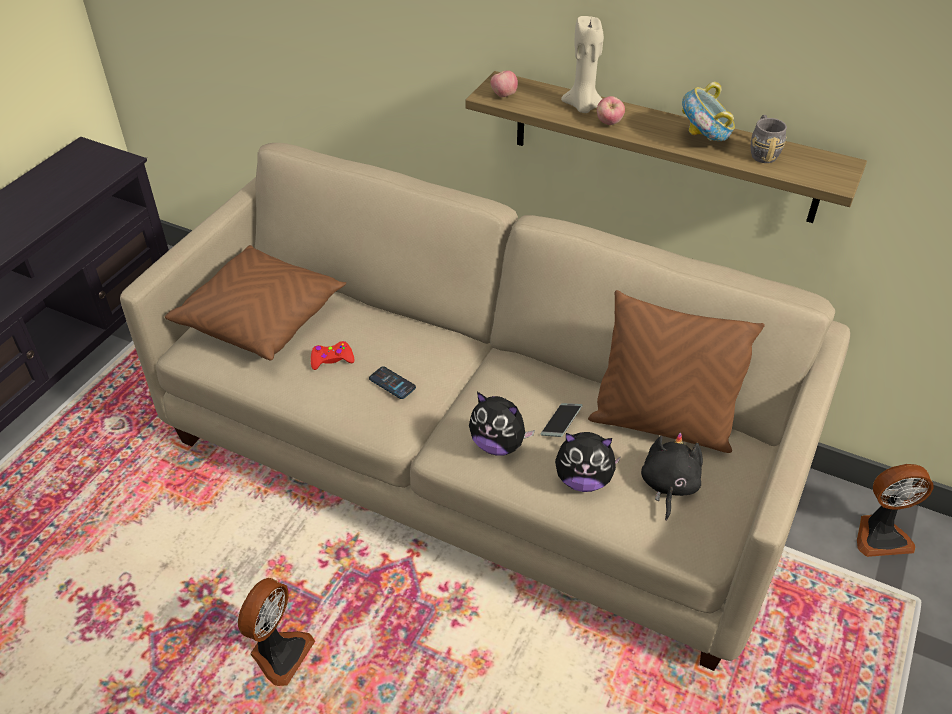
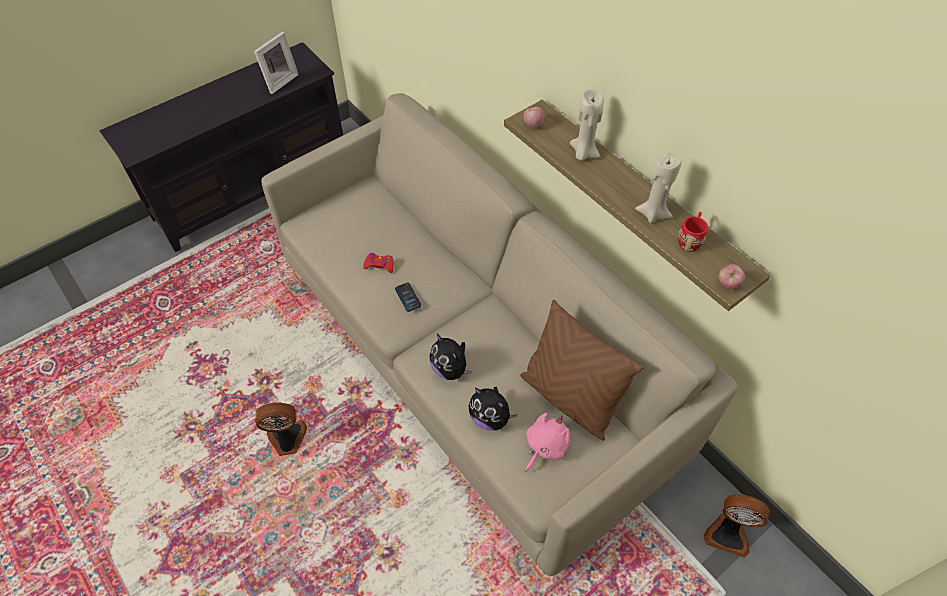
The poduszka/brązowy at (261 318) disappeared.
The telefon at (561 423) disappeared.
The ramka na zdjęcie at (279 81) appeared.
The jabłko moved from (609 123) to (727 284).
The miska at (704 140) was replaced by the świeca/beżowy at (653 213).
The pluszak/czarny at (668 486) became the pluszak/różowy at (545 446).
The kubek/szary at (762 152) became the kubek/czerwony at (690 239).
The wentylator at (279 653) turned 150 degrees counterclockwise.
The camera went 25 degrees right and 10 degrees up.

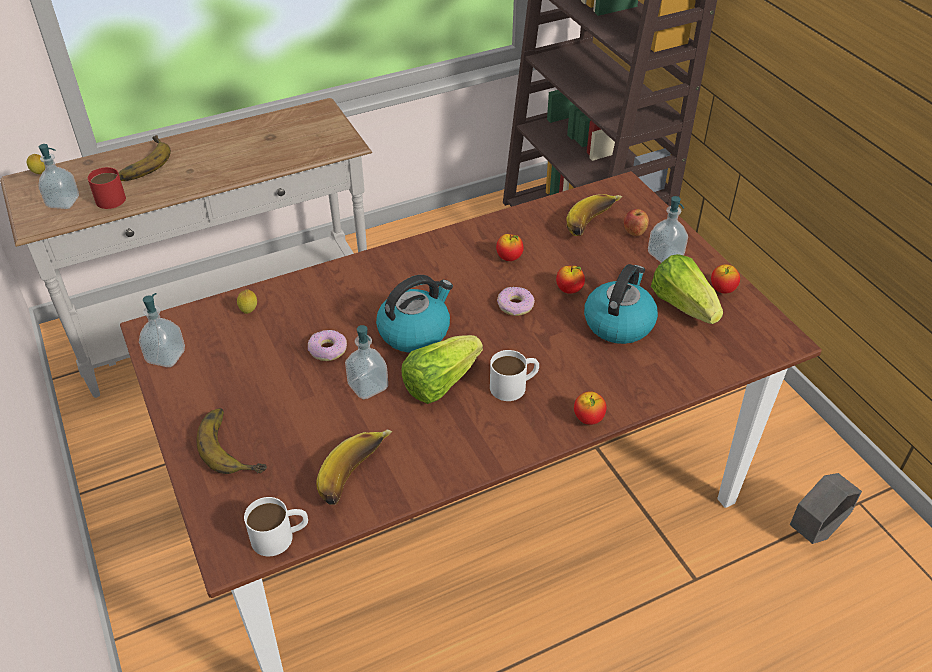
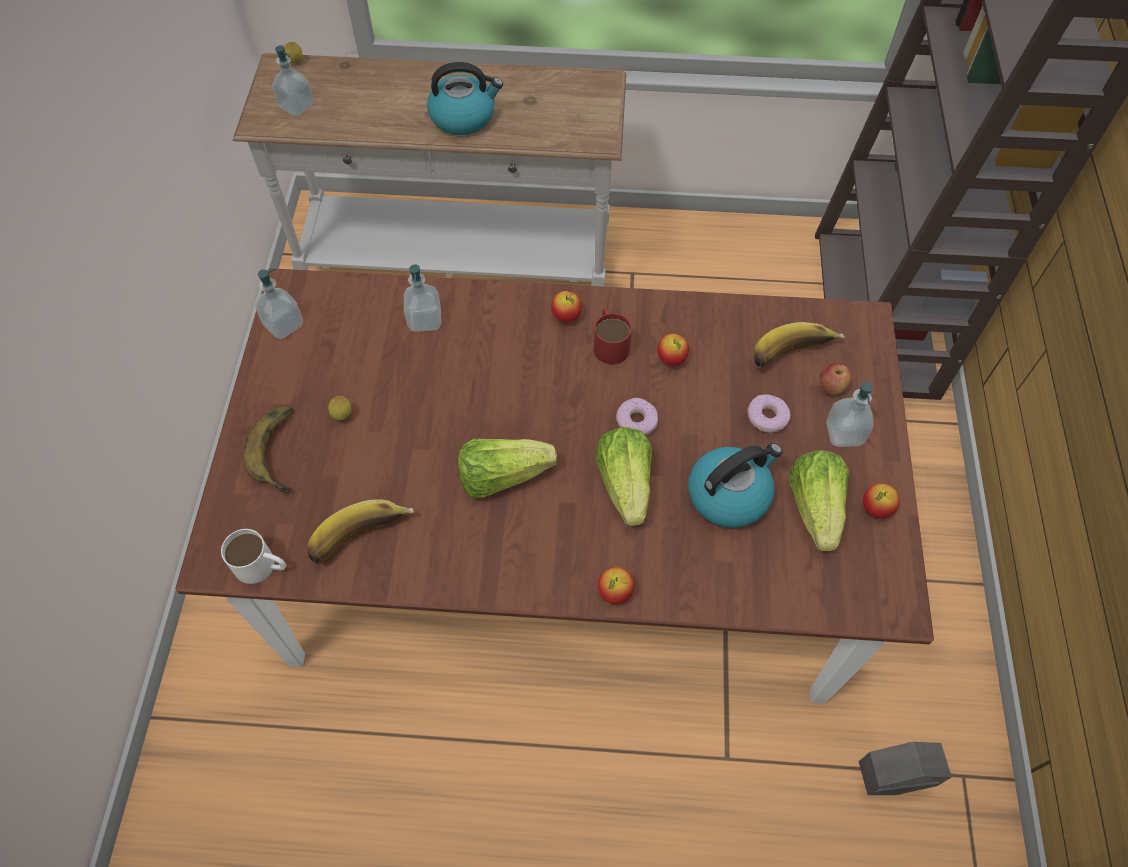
The banan at (141 163) disappeared.
The kubek/biały at (514 385) disappeared.
The sałata at (625 484) appeared.
The kubek/czerwony moved from (107 197) to (609 343).
The cytryna moved from (249 311) to (343 416).
The donut moved from (328 350) to (767 417).
The dozownik mydła moved from (368 386) to (424 320).
The czajnik moved from (415 331) to (464 116).
The jabłko moved from (569 290) to (566 316).
The camera went 30 degrees right and 15 degrees up.

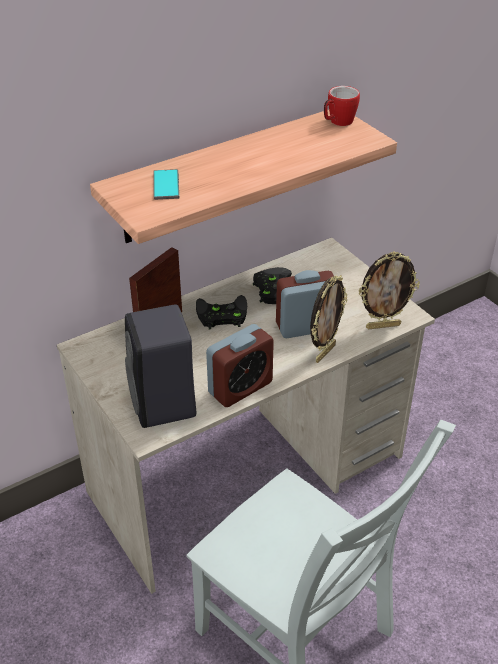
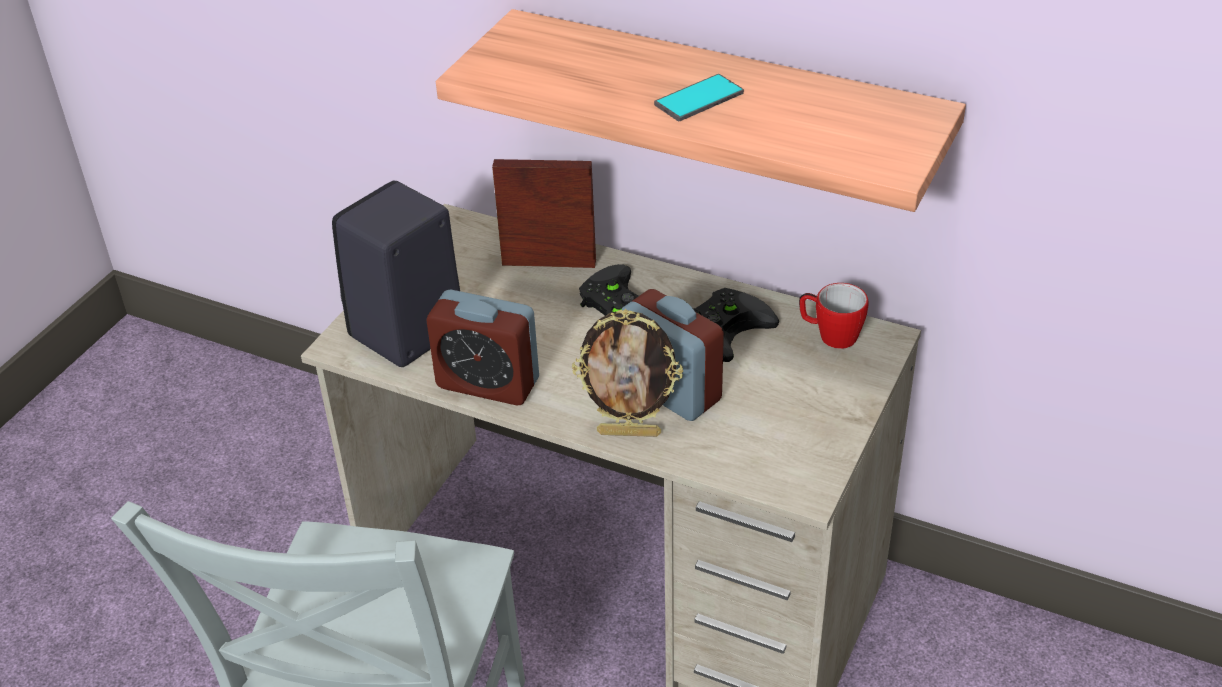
The ramka na zdjęcie at (383 326) disappeared.
The telefon moved from (166 185) to (699 99).
The kubek moved from (338 122) to (830 335).
The camera went 60 degrees right and 0 degrees up.

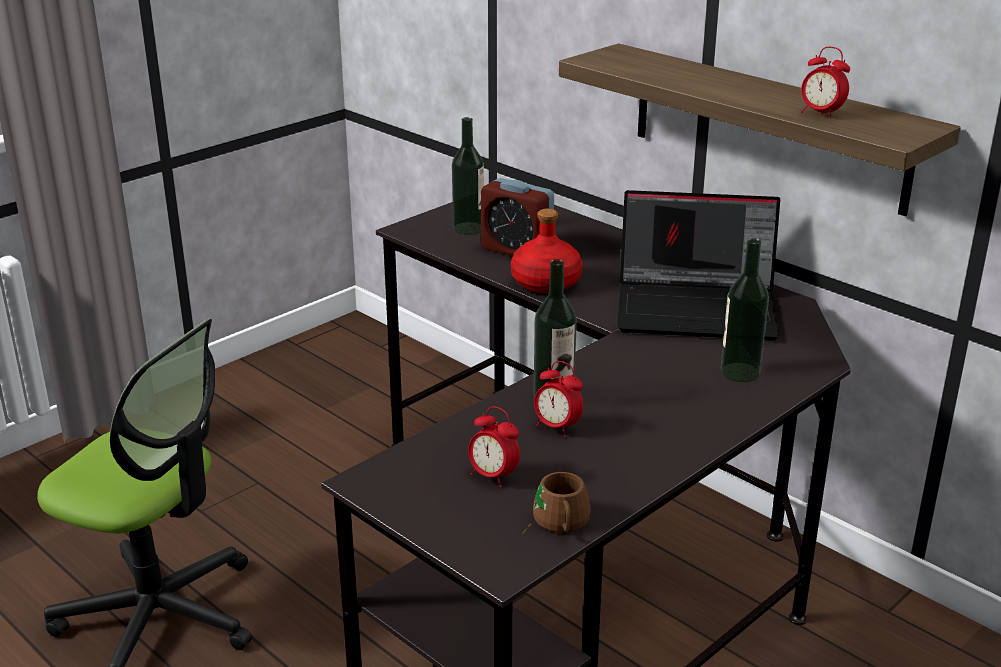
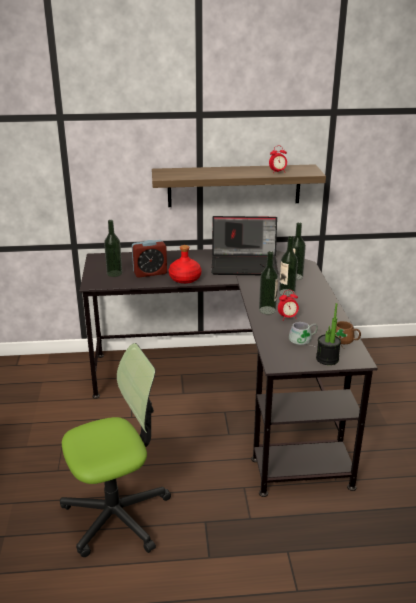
The butelka at (287 292) appeared.
The roślina doniczkowa at (327 359) appeared.
The budzik at (493 476) was replaced by the kubek/szary at (304 340).
The laptop at (698 308) turned 45 degrees clockwise.
The camera went 50 degrees left and 0 degrees up.

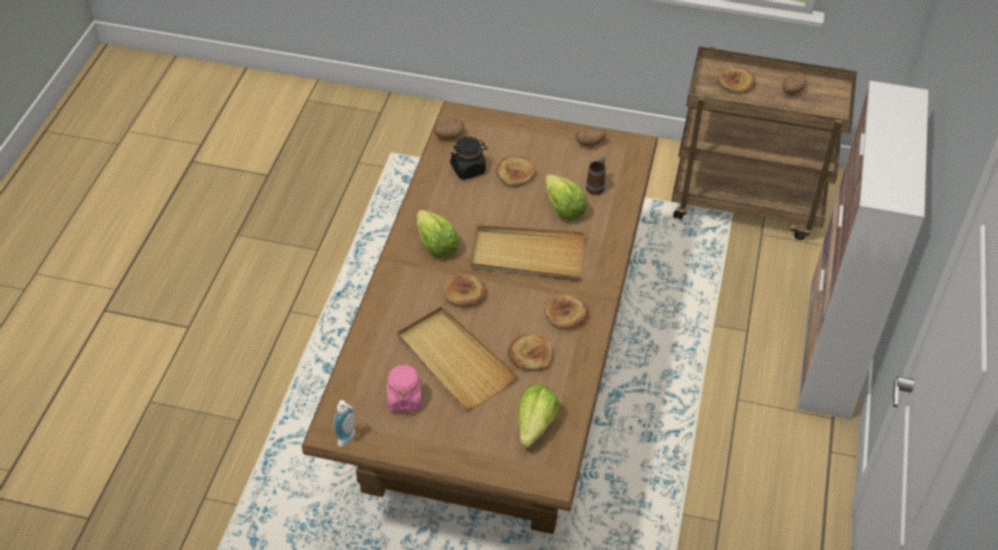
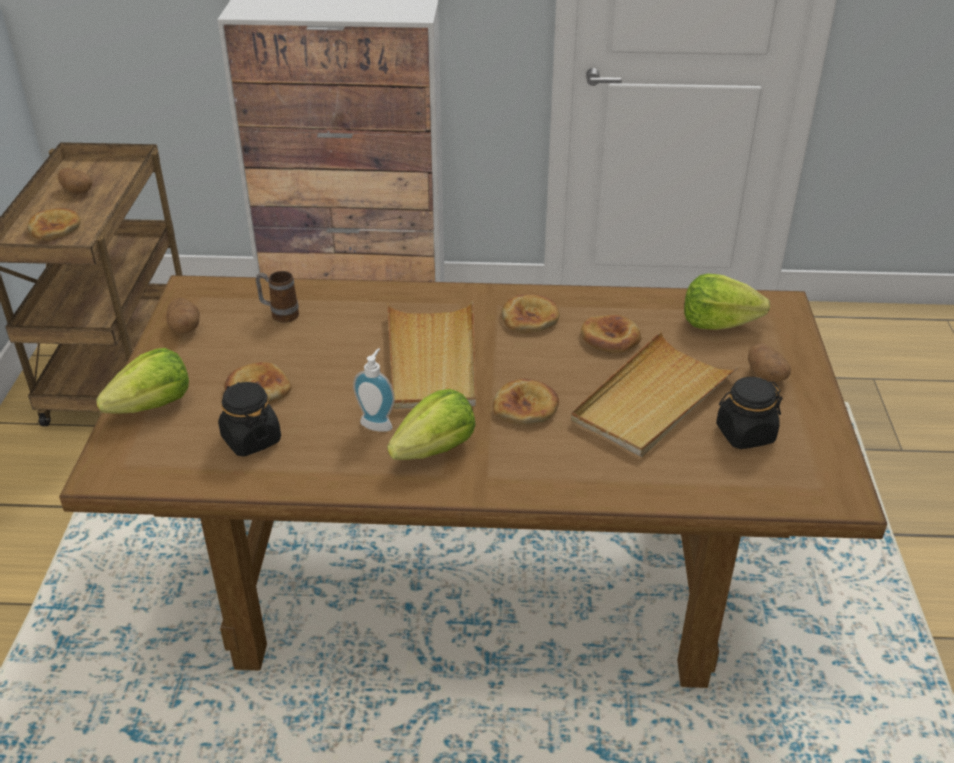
The dozownik mydła moved from (348 439) to (378 423).
The ziemniak moved from (449 136) to (766 376).
The sałata moved from (563 209) to (153 405).
The słoik/różowy at (404 400) became the słoik/czarny at (745 434).
The camera went 100 degrees left and 10 degrees down.

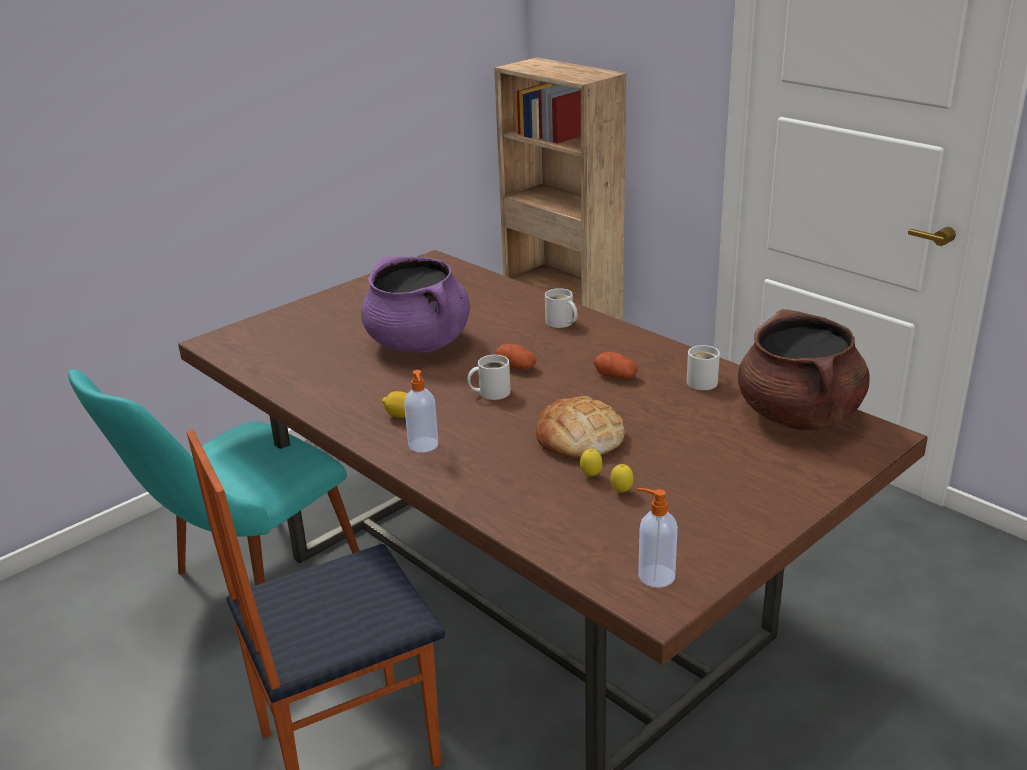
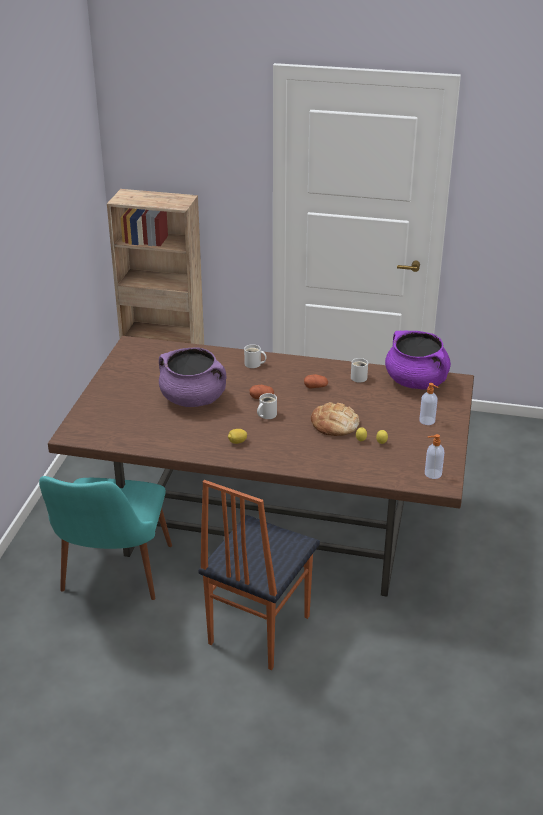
The dozownik mydła moved from (423 445) to (427 421).
The garnek/brązowy at (799 416) became the garnek/fioletowy at (416 382).
The camera went 35 degrees left and 5 degrees up.

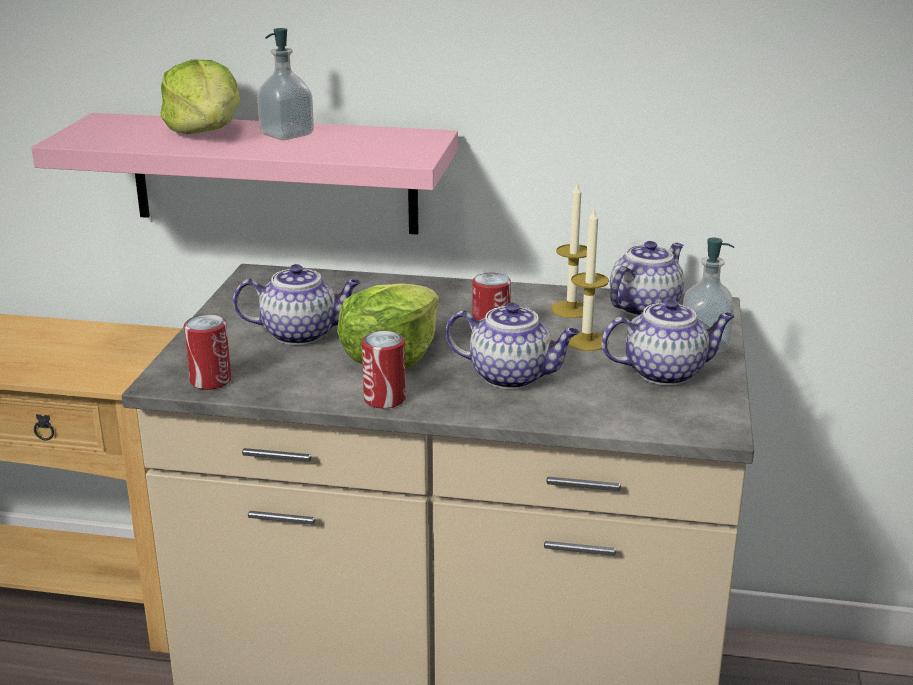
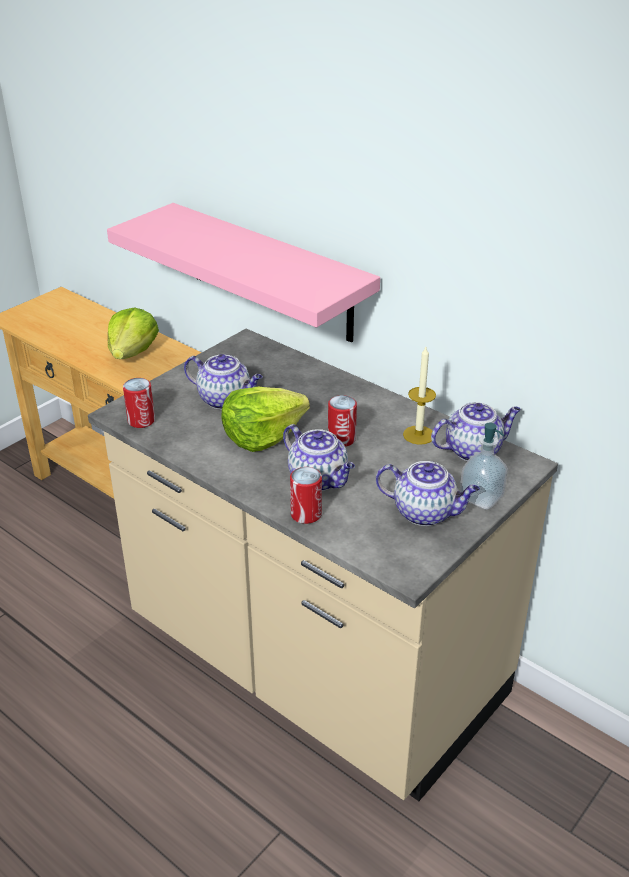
The dozownik mydła at (287 135) disappeared.
The świeca at (586 341) disappeared.
The sałata moved from (206 132) to (133 352).
The puszka moved from (384 399) to (306 514).
The camera went 30 degrees right and 10 degrees up.

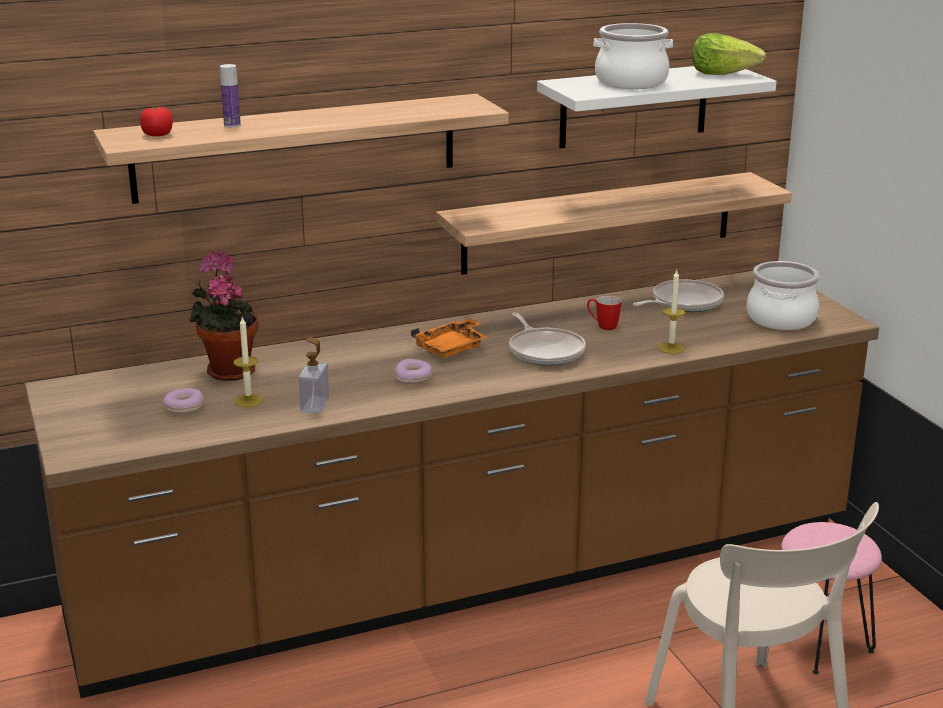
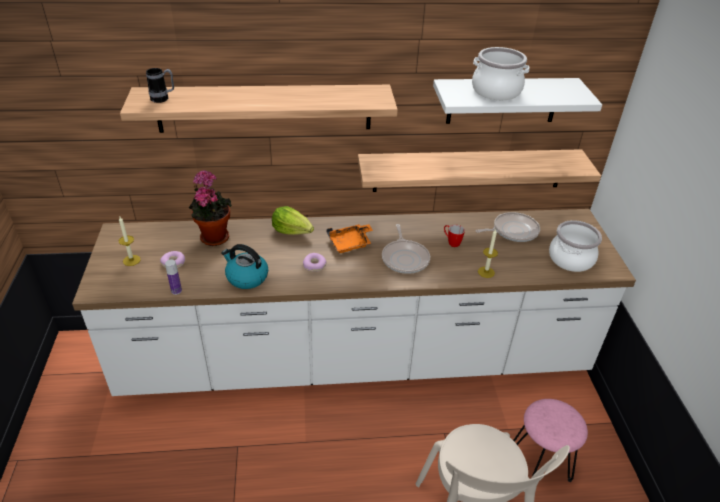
The butelka moved from (232 125) to (176 291).
The świeca moved from (248 400) to (131 260).
The sałata moved from (723 74) to (292 231).
The pomidor at (158 135) was replaced by the kubek at (163 99).
The dozownik mydła at (315 405) was replaced by the czajnik at (246 277).
The zabudowa kuchenna/brązowy at (471 574) became the zabudowa kuchenna/biały at (355 358).
The camera went 15 degrees right and 15 degrees up.

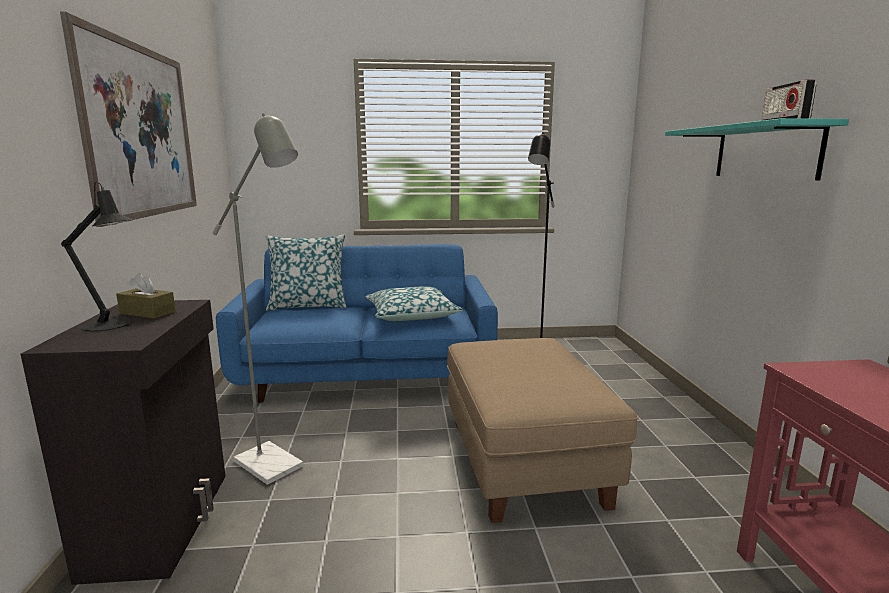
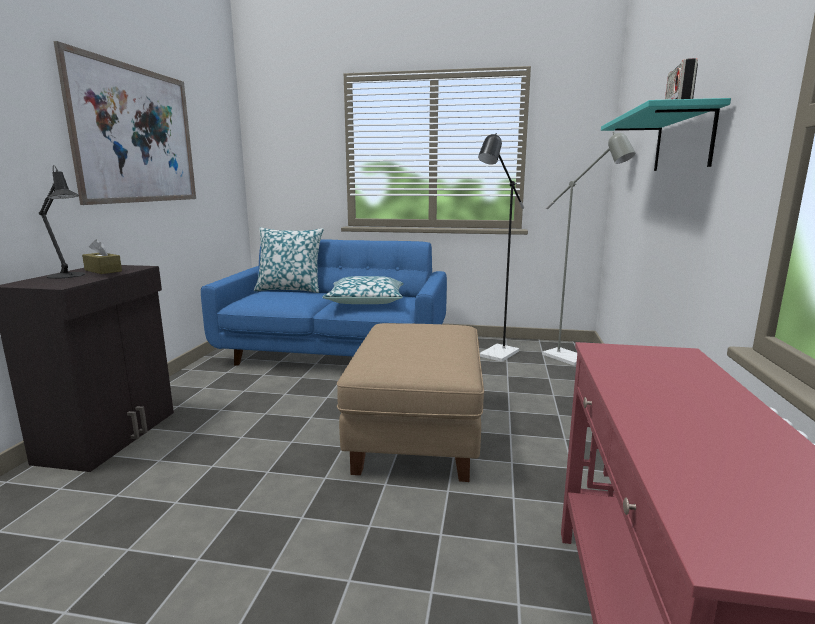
The lampa stojąca/szary moved from (276 468) to (573 359).
The camera went 15 degrees right and 0 degrees up.

